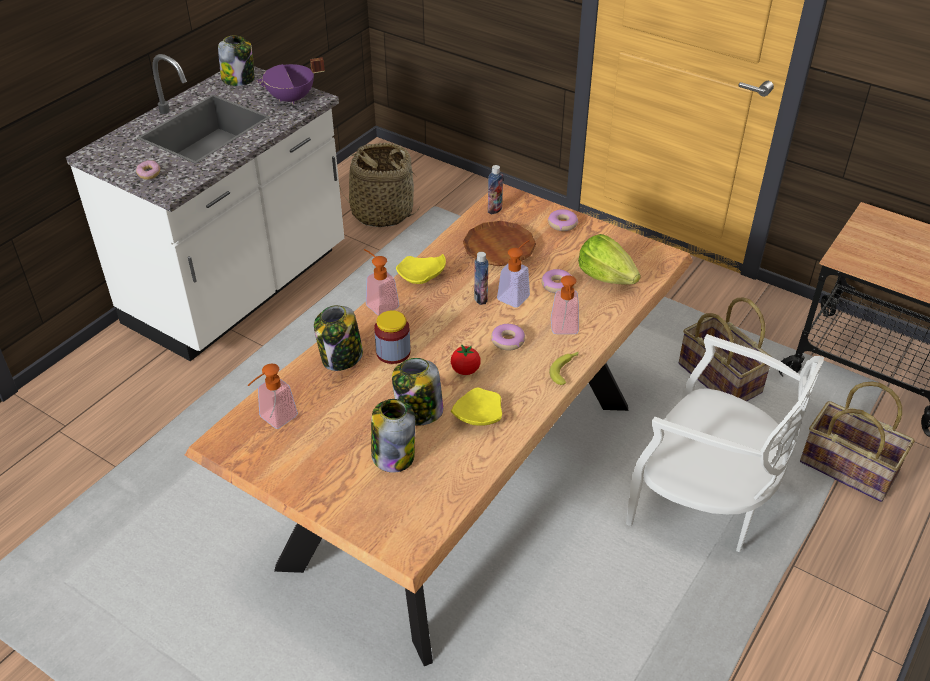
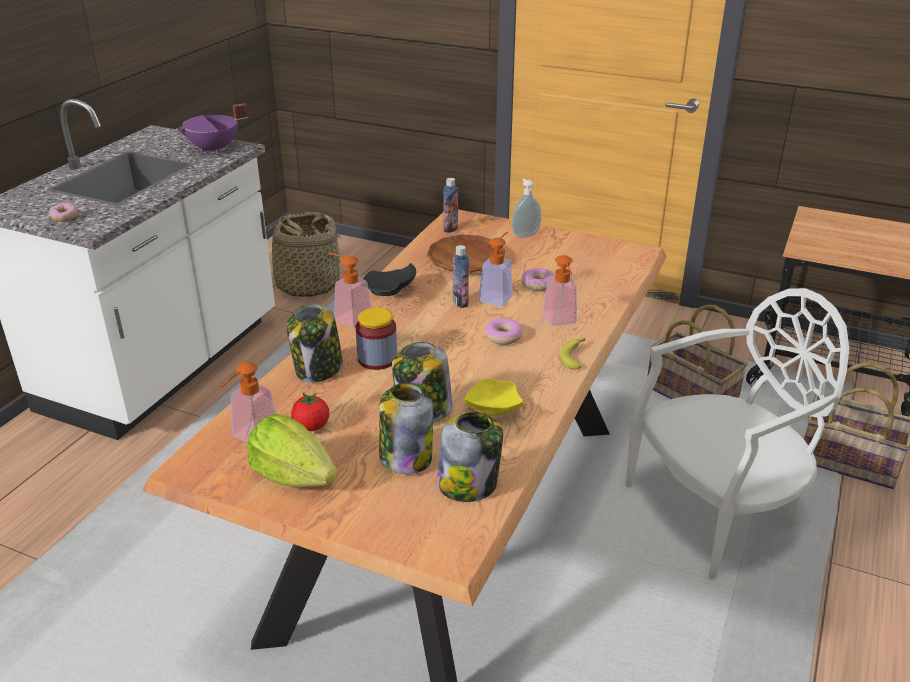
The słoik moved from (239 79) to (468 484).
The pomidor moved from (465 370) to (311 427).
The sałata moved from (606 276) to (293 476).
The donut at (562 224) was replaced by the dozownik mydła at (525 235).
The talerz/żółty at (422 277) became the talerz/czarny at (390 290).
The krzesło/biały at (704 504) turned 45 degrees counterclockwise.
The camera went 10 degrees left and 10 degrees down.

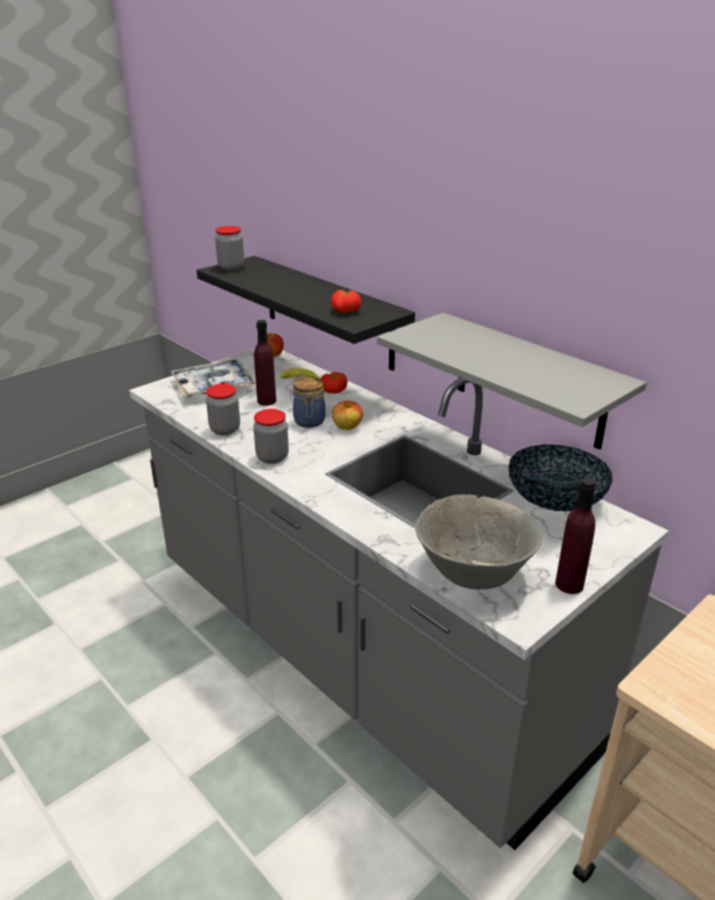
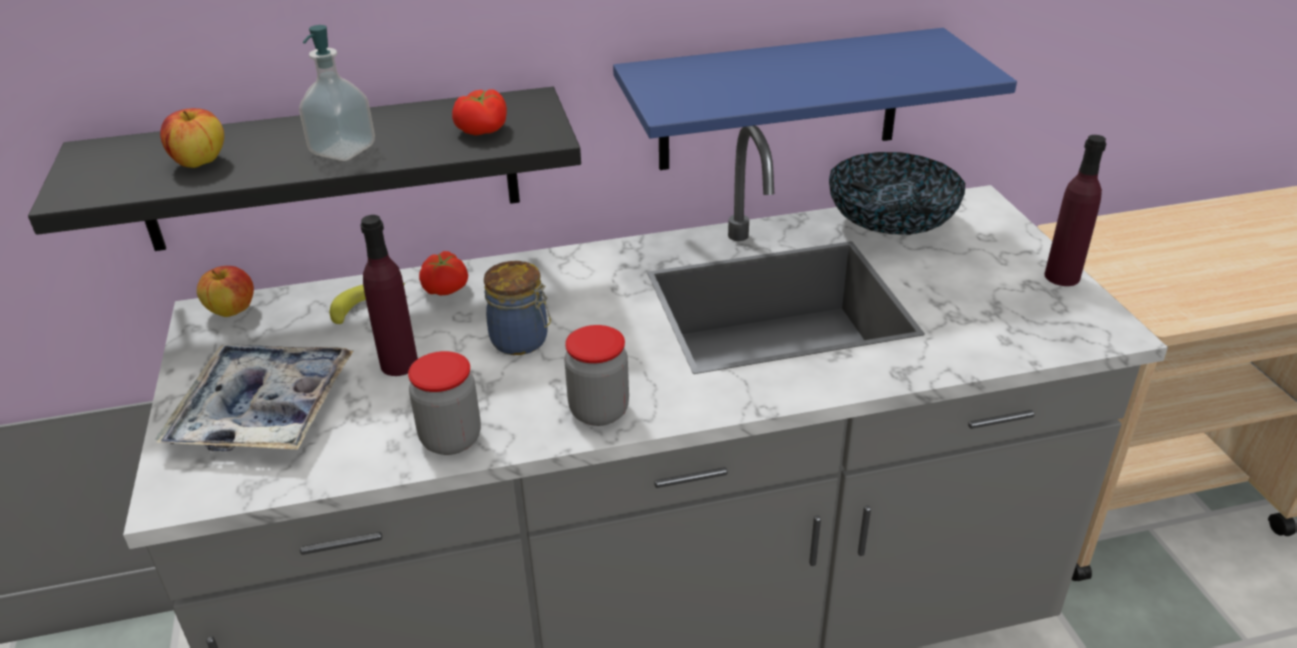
The słoik at (231 267) disappeared.
The miska/szary at (473 574) disappeared.
The dozownik mydła at (343 150) appeared.
The jabłko moved from (347 427) to (200 162).
The półka/szary at (529 381) became the półka/niebieski at (780 100).
The camera went 60 degrees left and 5 degrees up.

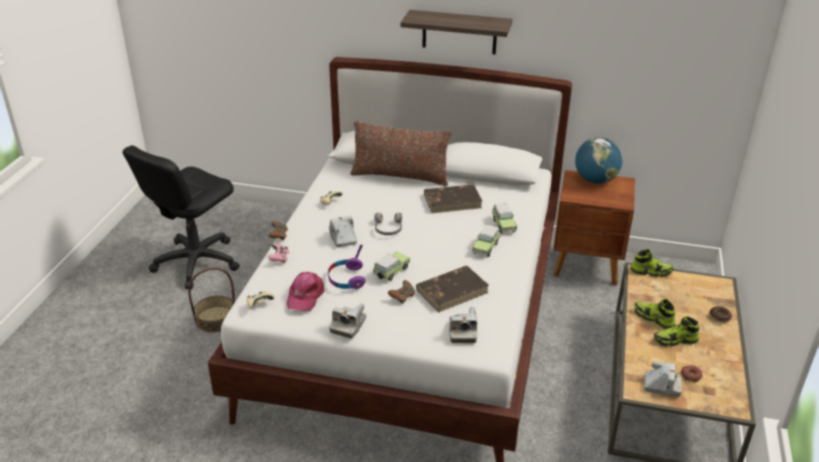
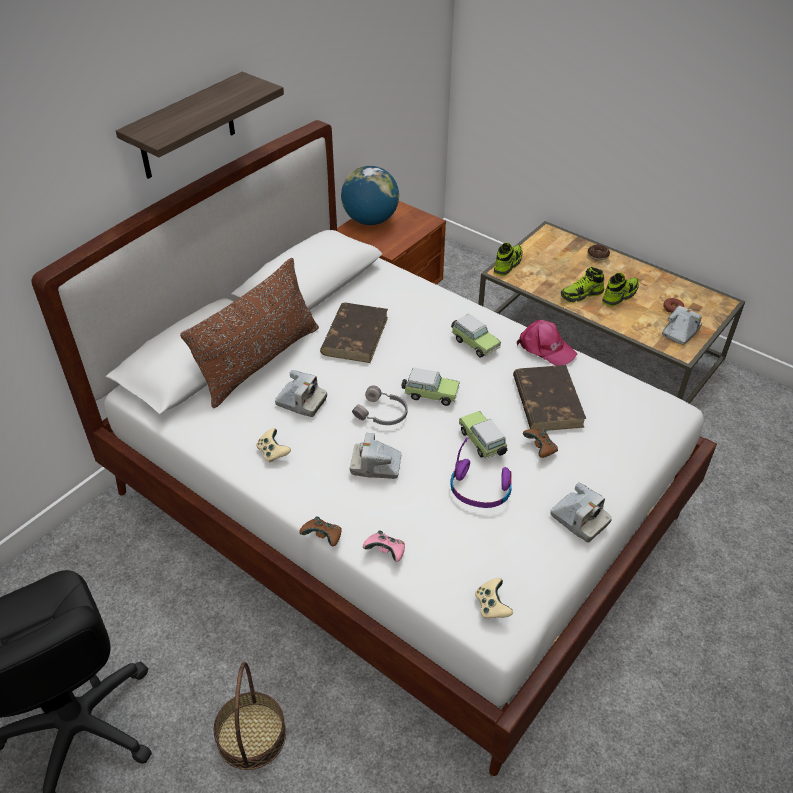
The czapka z daszkiem/różowy moved from (305 295) to (545 348).
The aparat fotograficzny moved from (462 332) to (301 402).
The samochodzik moved from (503 225) to (429 394).
The but at (675 340) turned 150 degrees counterclockwise.
The camera went 65 degrees left and 10 degrees up.

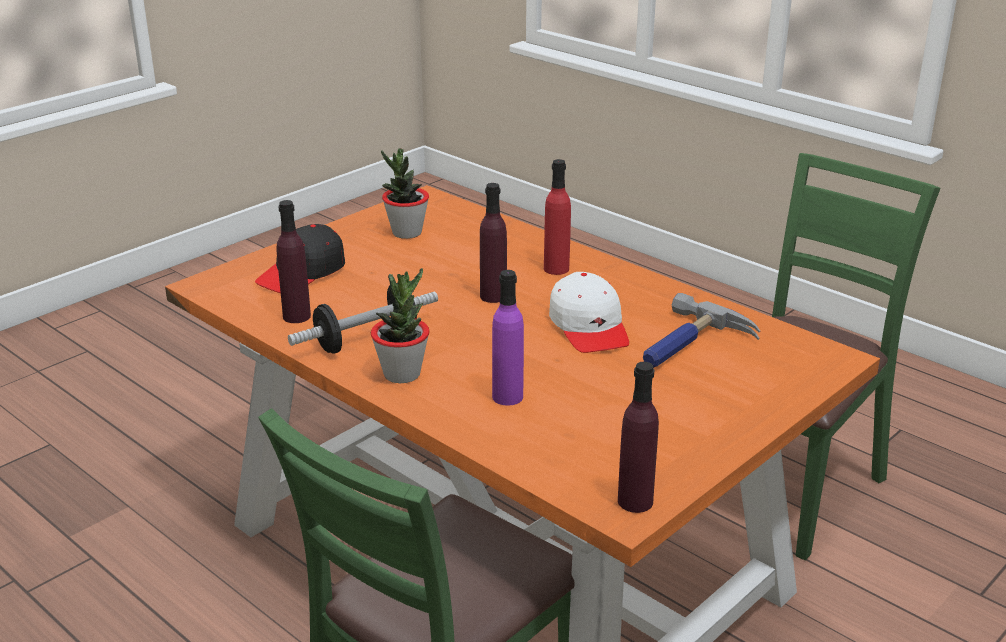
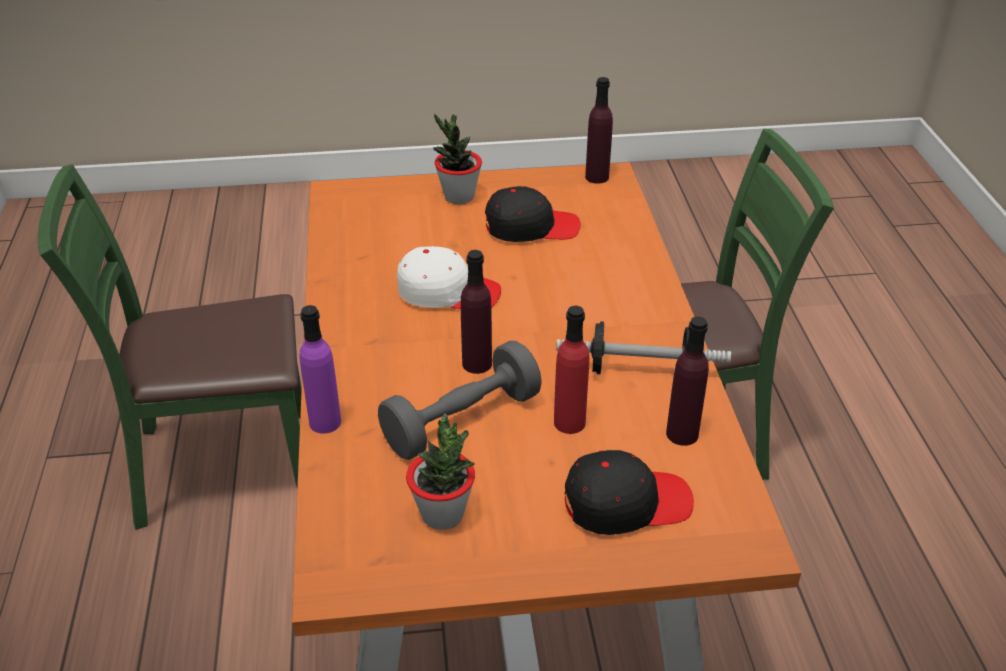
The młotek at (689 346) disappeared.
The hantel/szary at (461 421) appeared.
The czapka z daszkiem/czarny at (531 227) appeared.
The roślina doniczkowa moved from (402 374) to (459 197).
The butelka/fioletowy moved from (507 397) to (325 422).
The butelka/czerwony moved from (556 269) to (569 422).
The czapka z daszkiem/biały at (589 327) turned 75 degrees clockwise.
The camera went 140 degrees left and 10 degrees up.

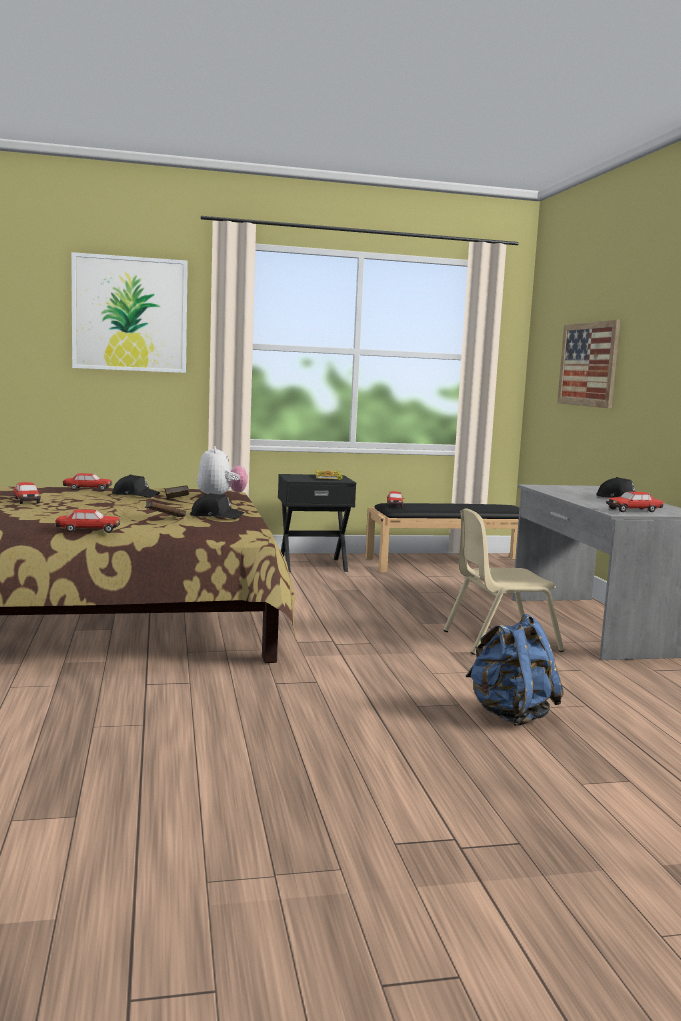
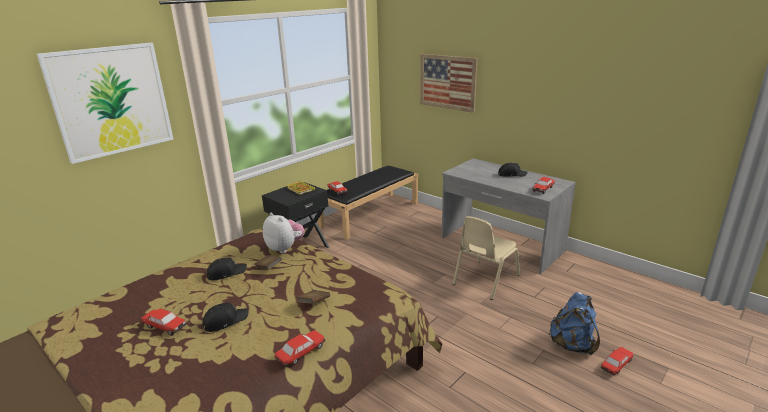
The samochodzik moved from (87 489) to (616 365).
The czapka z daszkiem/czarny moved from (216 516) to (225 321).
The camera went 35 degrees left and 15 degrees up.

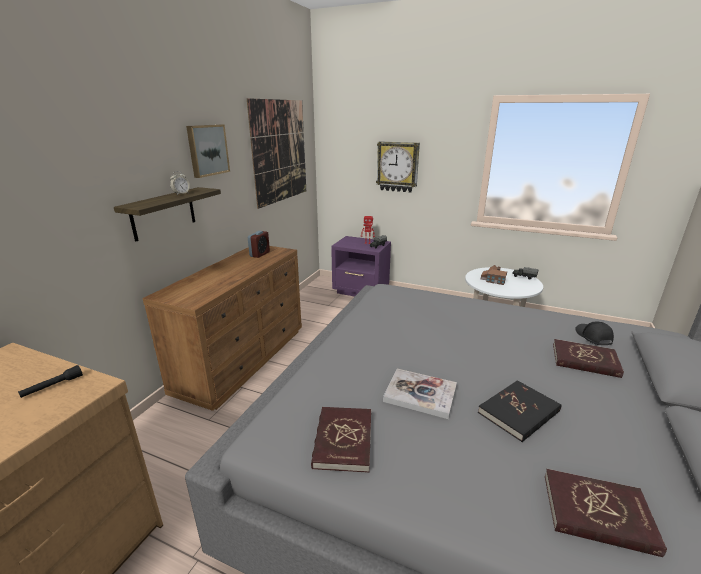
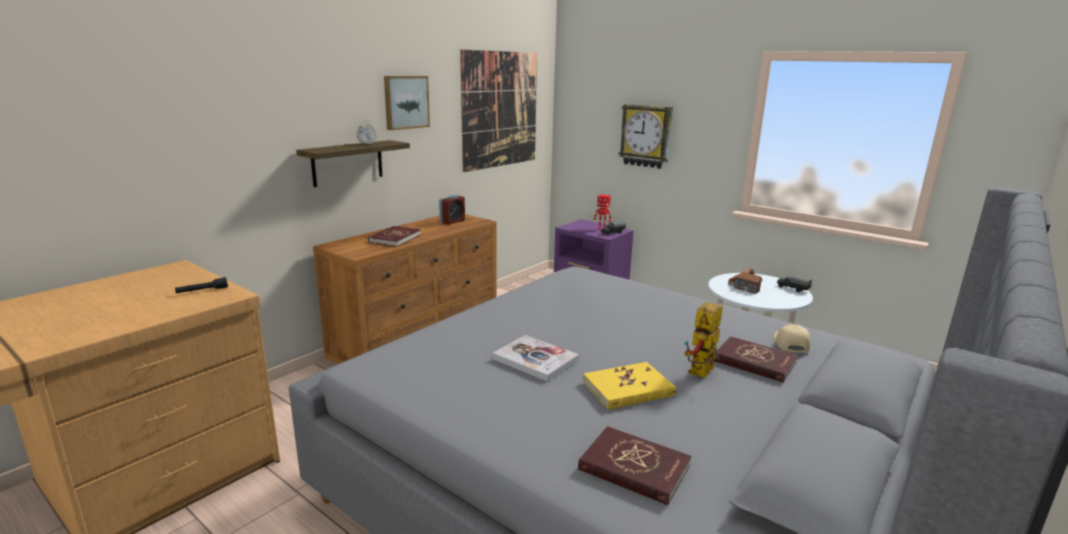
The robot zabawkowy at (701 374) appeared.
The książka/czerwony moved from (343 440) to (395 238).
The książka/czarny at (519 412) became the książka/żółty at (628 389).
The czapka z daszkiem/czarny at (592 337) became the czapka z daszkiem/beżowy at (790 344).
The camera went 15 degrees right and 5 degrees down.

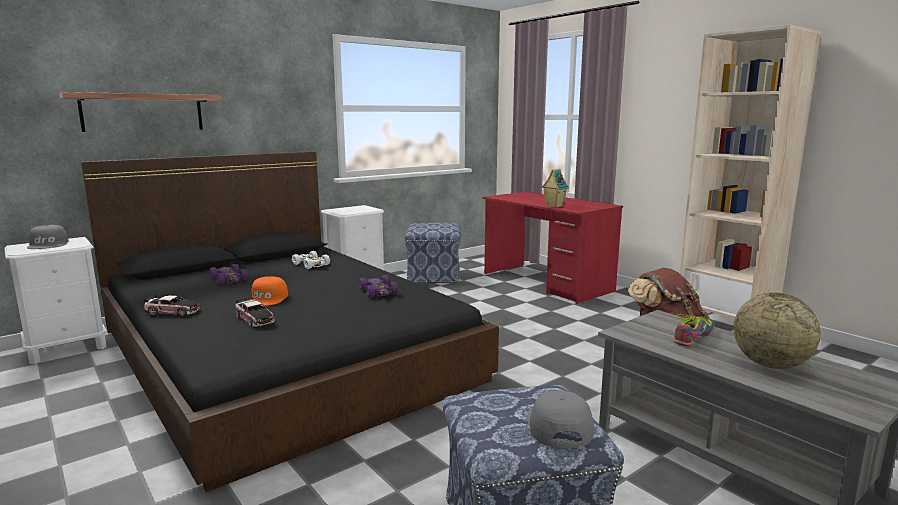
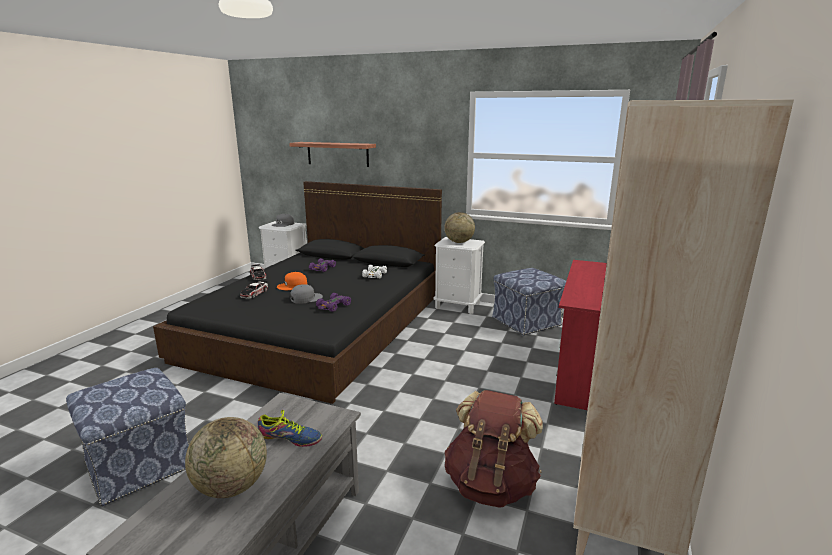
The domek at (553 206) disappeared.
The globus at (459 242) appeared.
The czapka z daszkiem/szary moved from (557 426) to (306 298).
The camera went 60 degrees right and 5 degrees up.

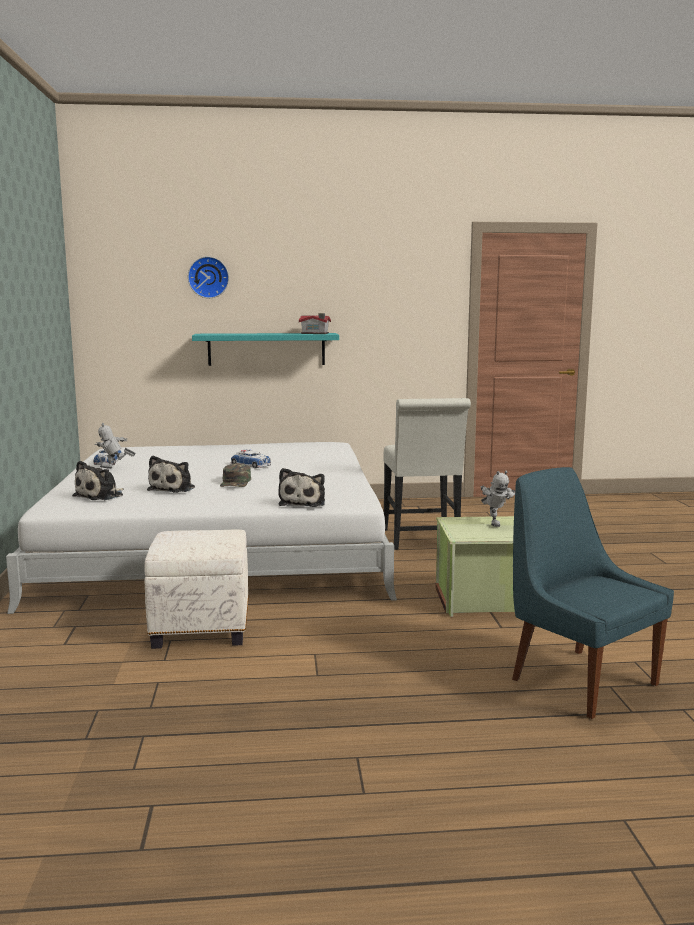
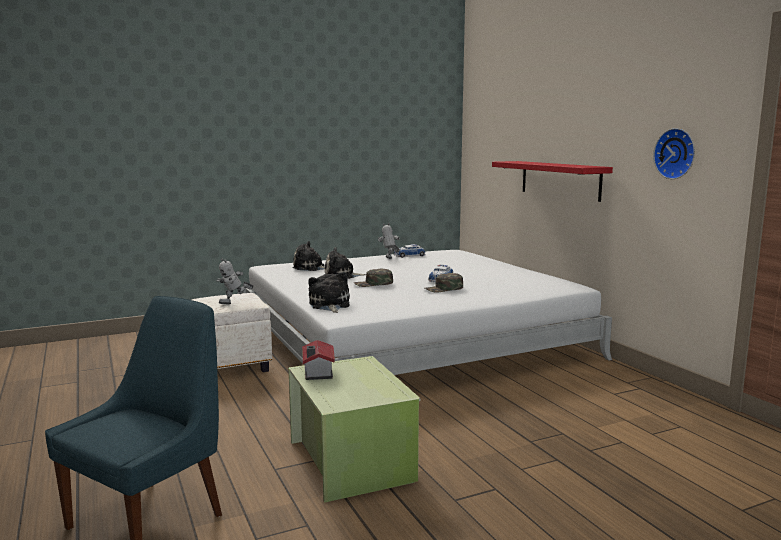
The krzesło/biały at (422 540) disappeared.
The czapka z daszkiem/zielony at (444 289) appeared.
The zegar ścienny moved from (208 277) to (676 153).
The domek moved from (315 333) to (317 373).
The robot zabawkowy moved from (494 523) to (234 303).
The półka/turkusowy at (266 349) became the półka/czerwony at (559 180).
The pluszak at (303 502) turned 90 degrees clockwise.
The camera went 70 degrees right and 0 degrees up.

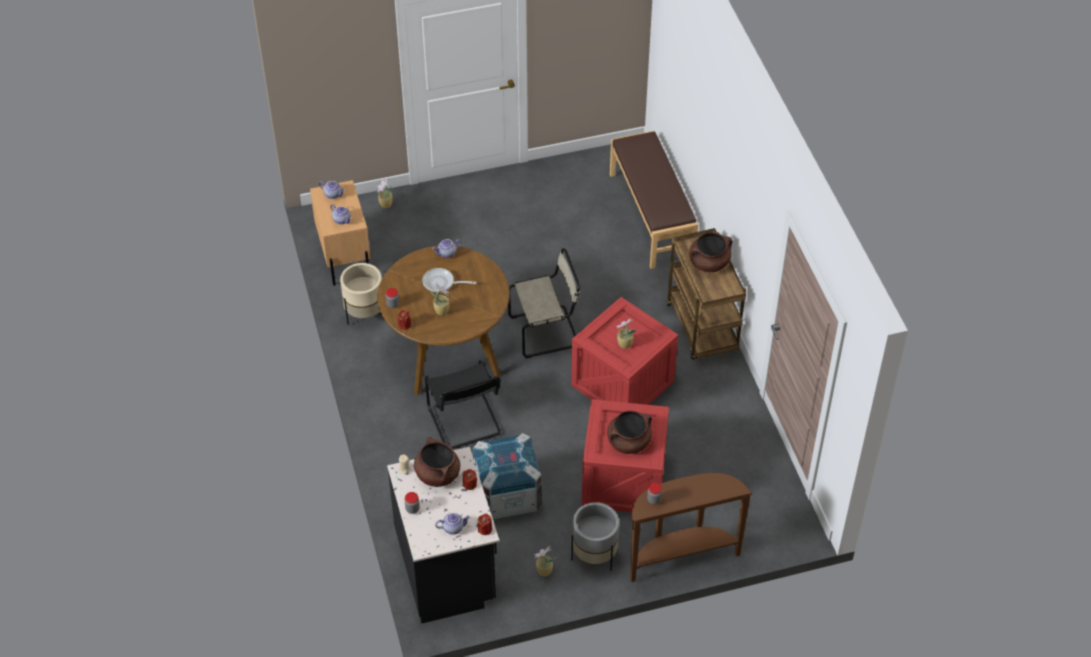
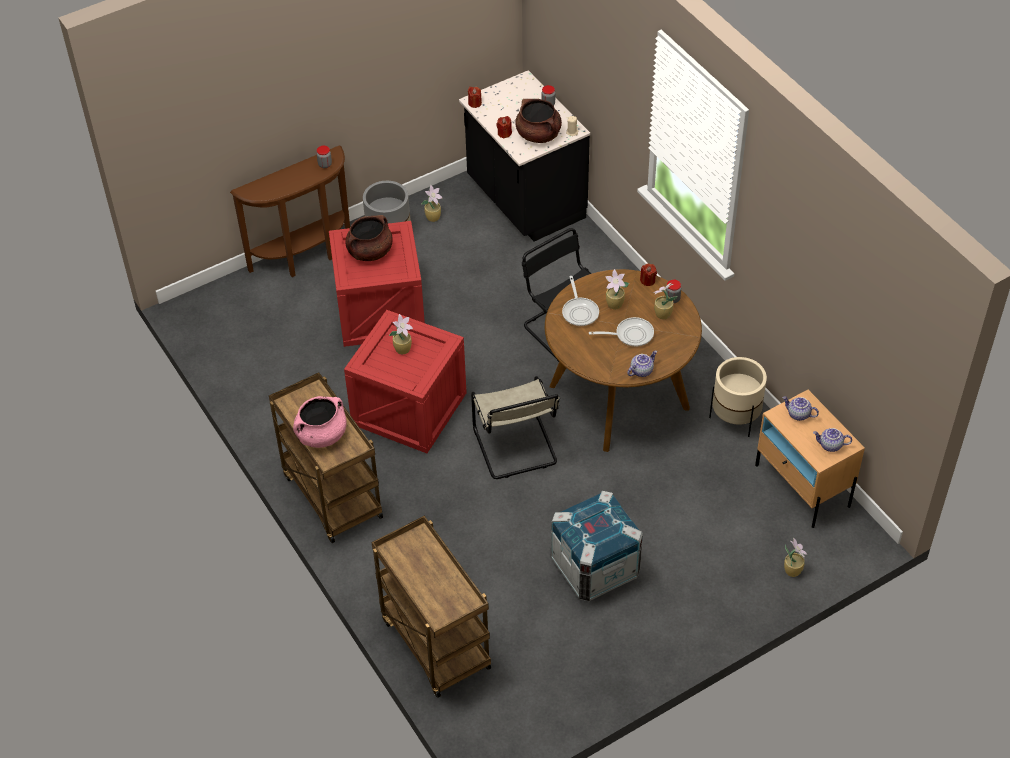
The imbryk at (453 527) disappeared.
The patelnia at (580 311) appeared.
The roślina doniczkowa at (662 314) appeared.
The skrzynka moved from (507 494) to (595 567).
The ławka/brązowy at (652 216) was replaced by the wózek/brązowy at (433 643).
The garnek/brązowy at (709 263) became the garnek/różowy at (321 435).
The krzesło/beżowy at (546 331) turned 75 degrees counterclockwise.
The camera went 165 degrees right and 0 degrees up.

